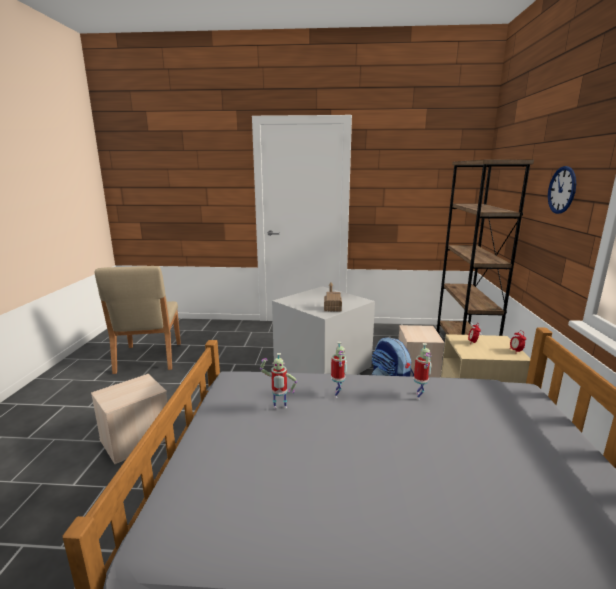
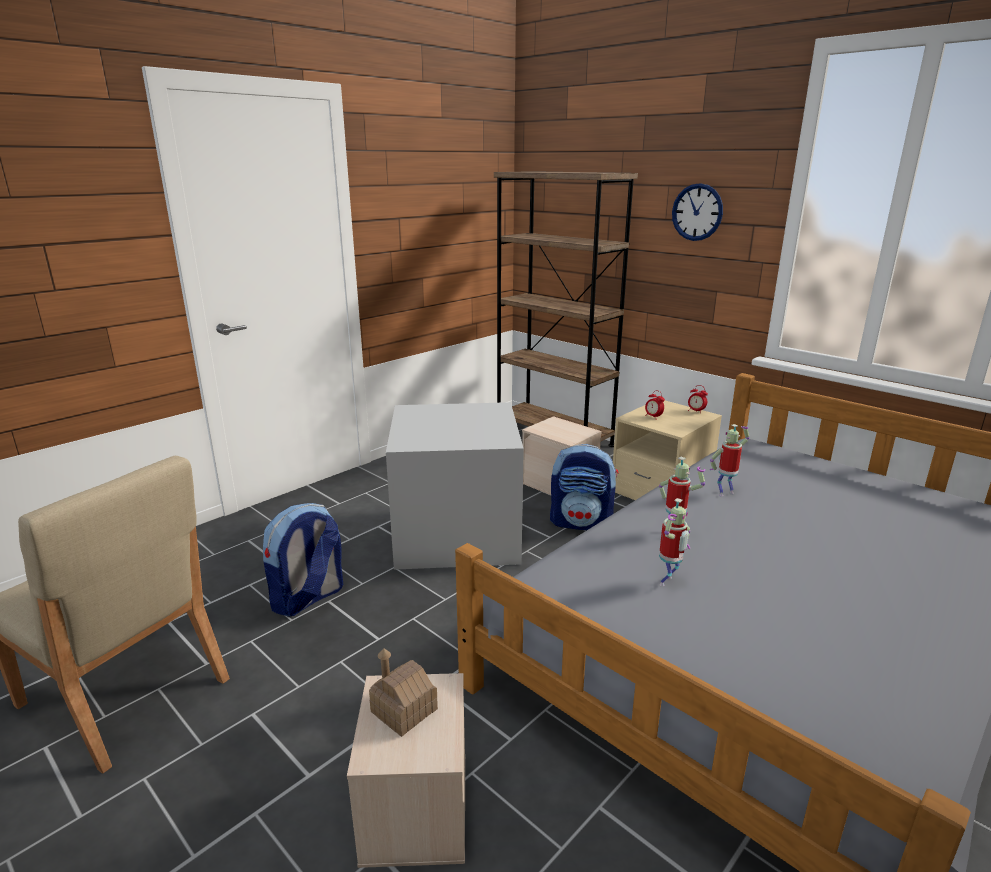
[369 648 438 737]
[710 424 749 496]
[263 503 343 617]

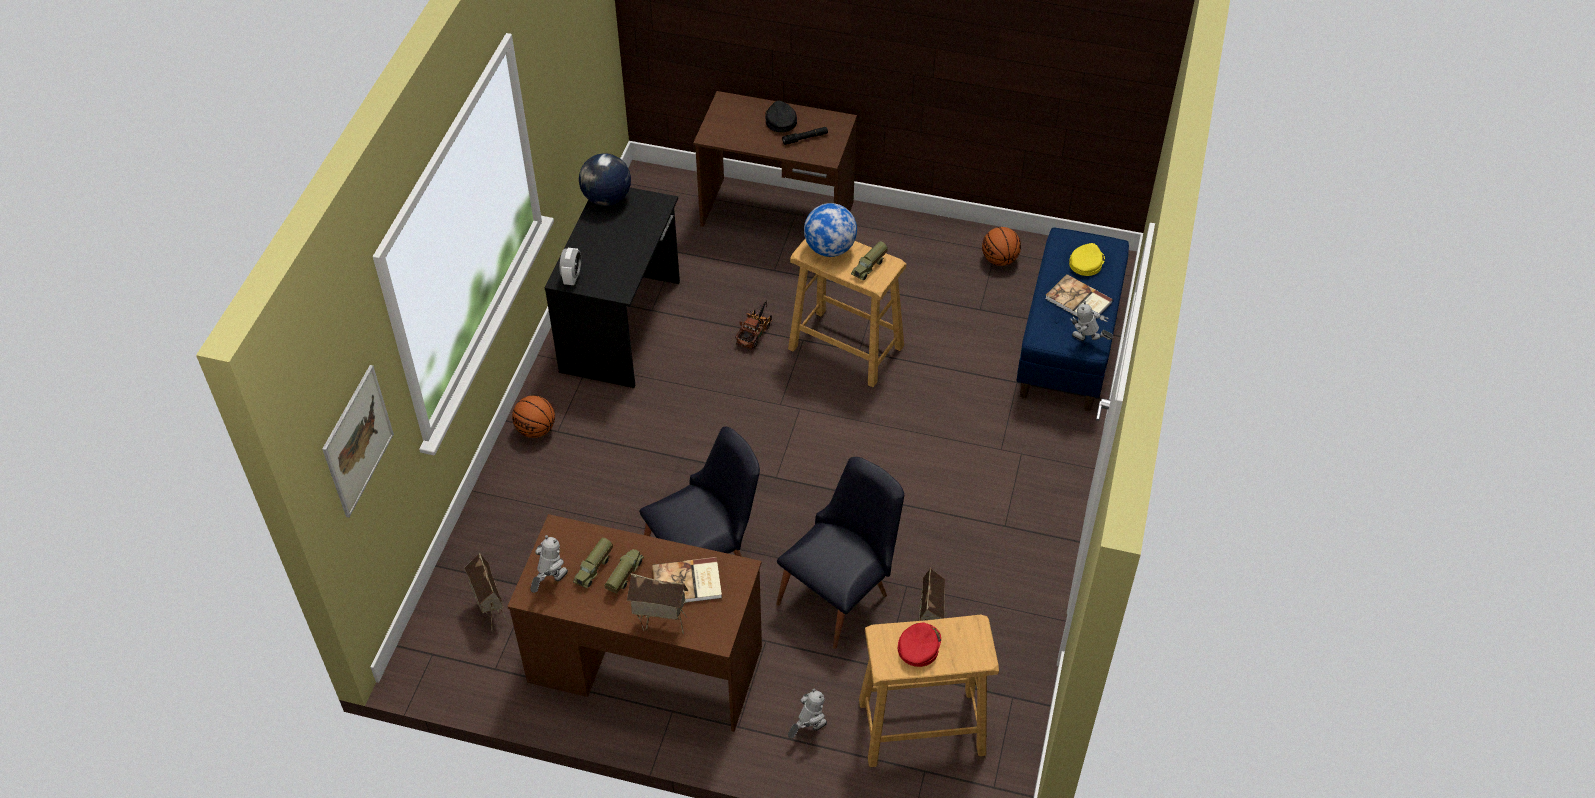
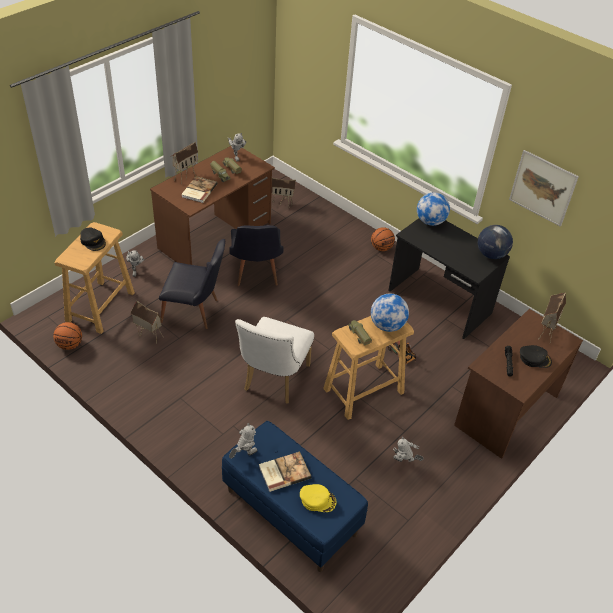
[509 150 579 227]
[417 192 450 226]
[159 239 225 329]
[80 228 106 251]
[53 322 82 350]
[300 484 337 512]
[235 317 314 404]
[393 437 424 462]
[538 292 566 342]

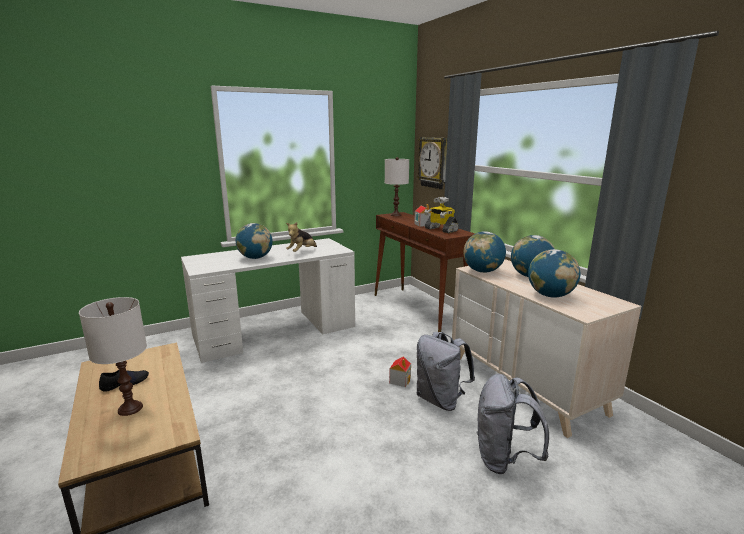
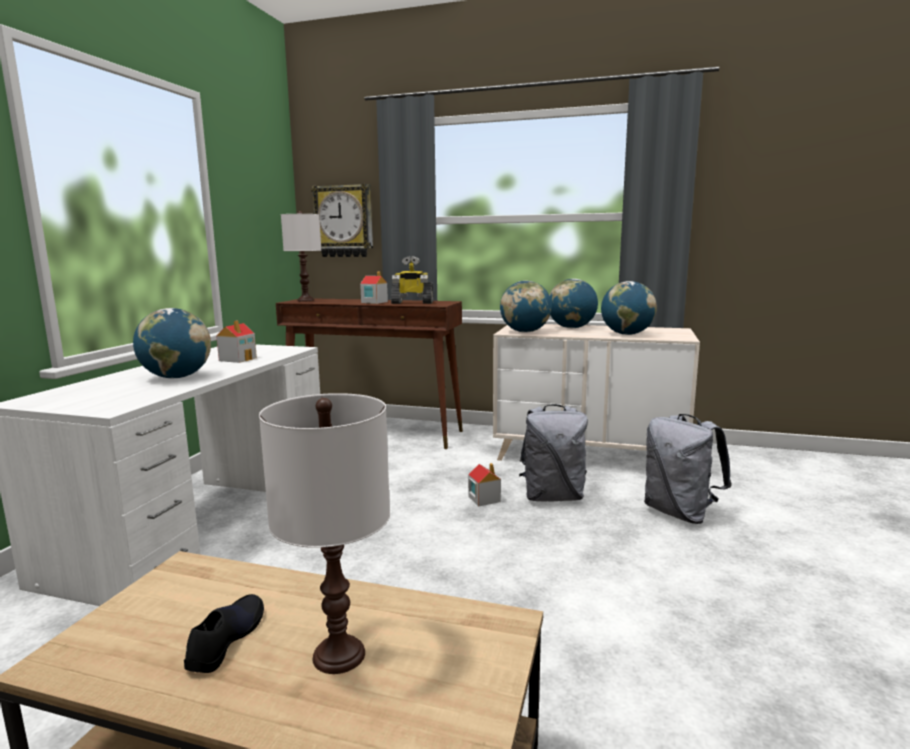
[216 320 257 363]

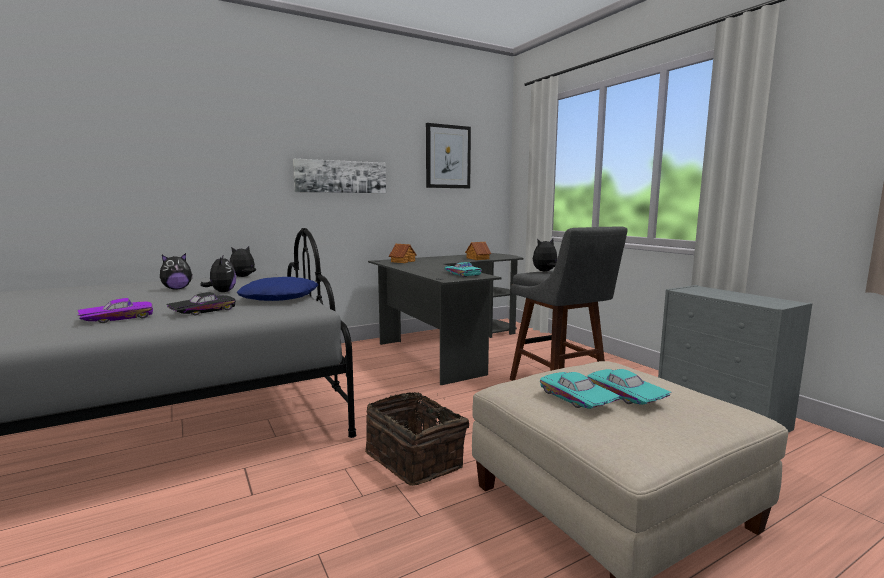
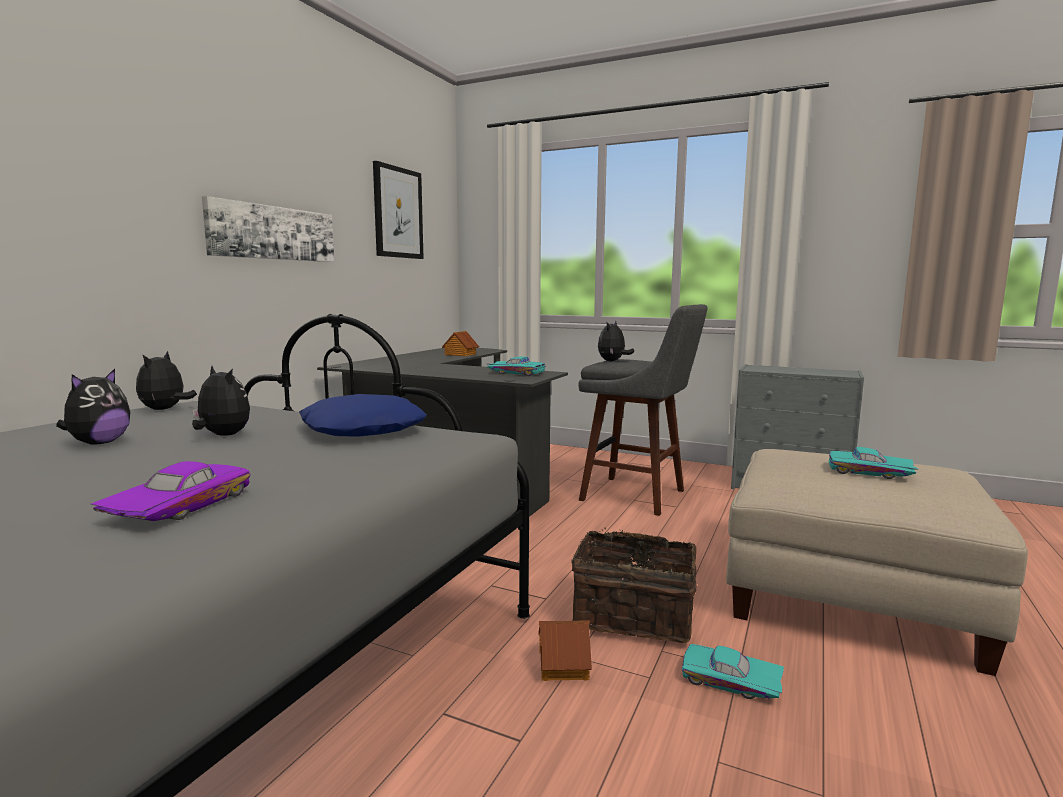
[166 292 236 315] (first image)
[539 621 592 681]
[682 644 784 699]

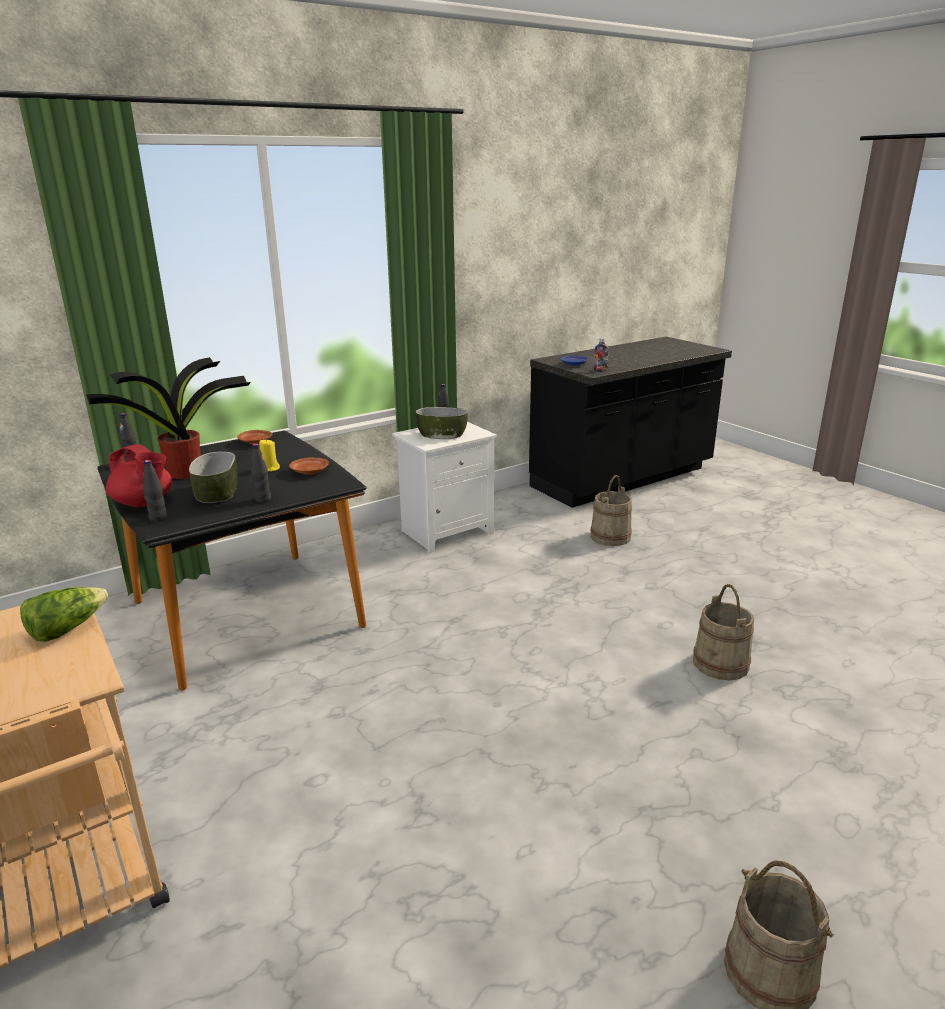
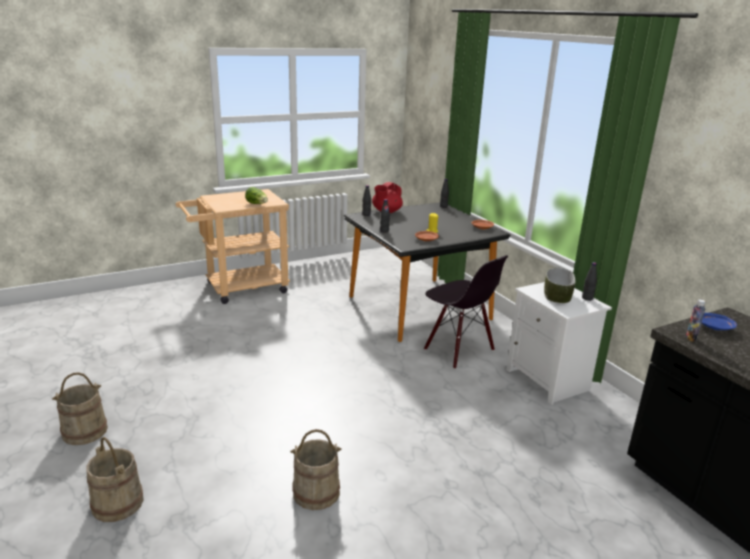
[86 357 251 479] (first image)
[189 451 238 503] (first image)
[86 437 144 522]
[424 255 508 369]

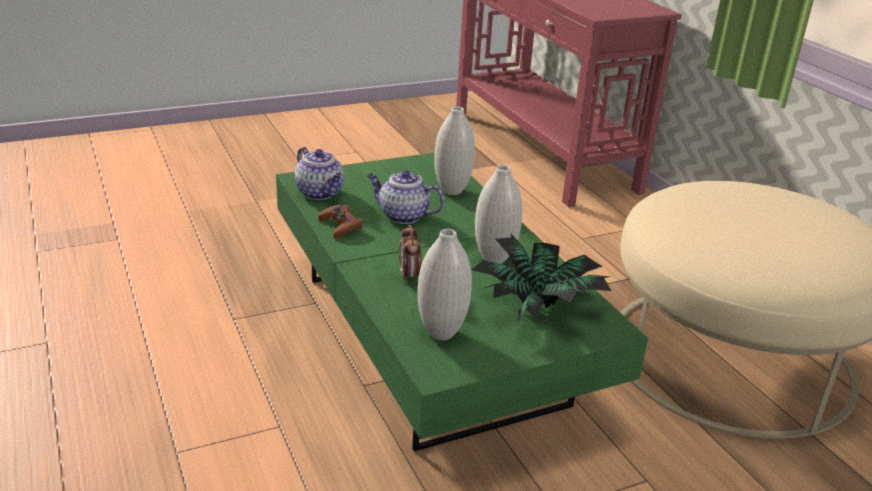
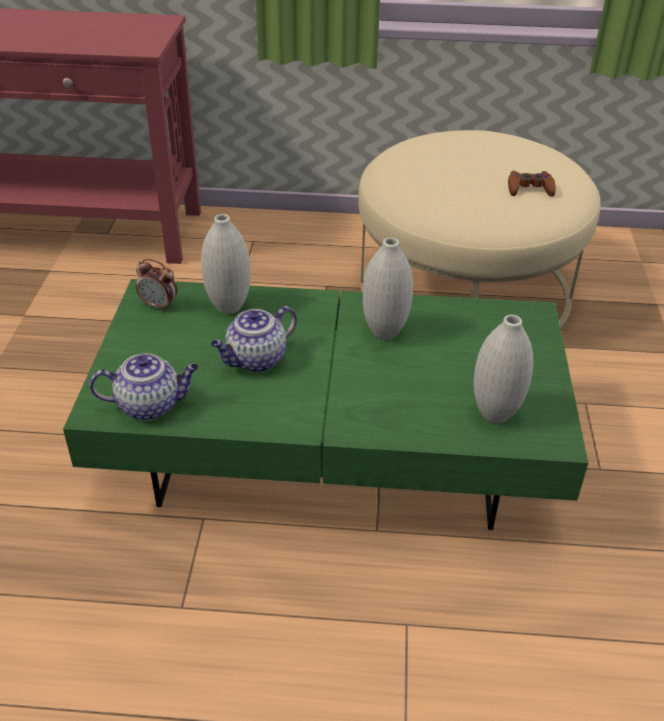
[508 171 556 197]
[136 259 178 311]
[471 234 611 325] (first image)

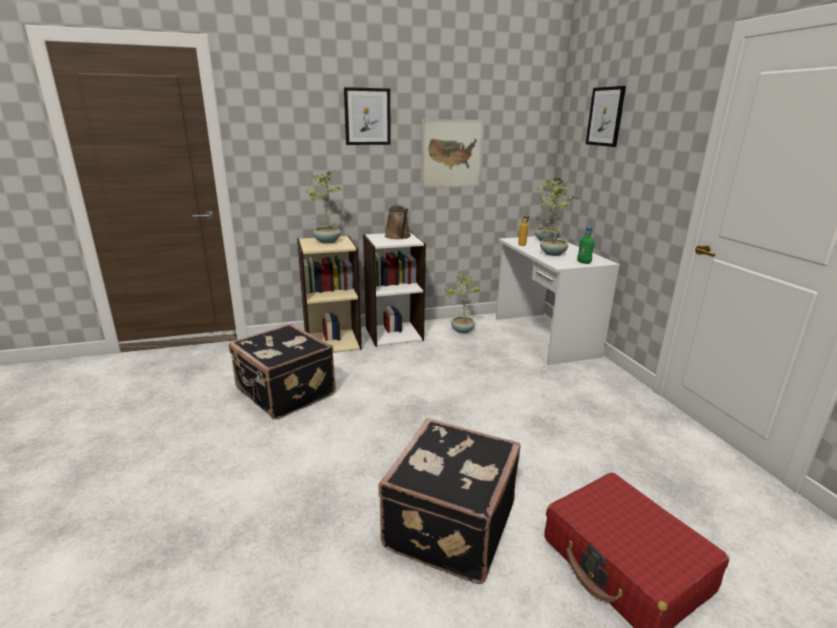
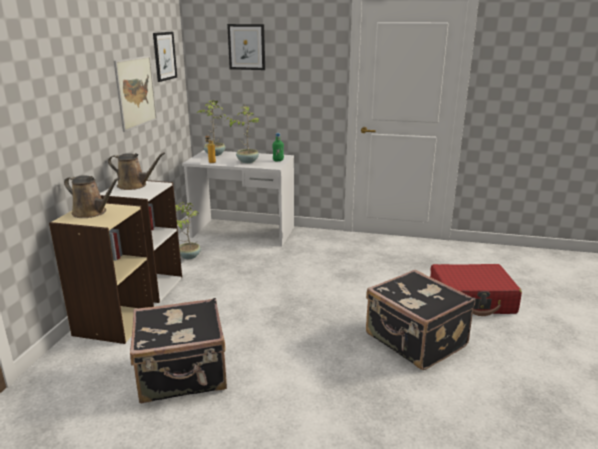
[64 175 120 218]
[153 32 177 82]

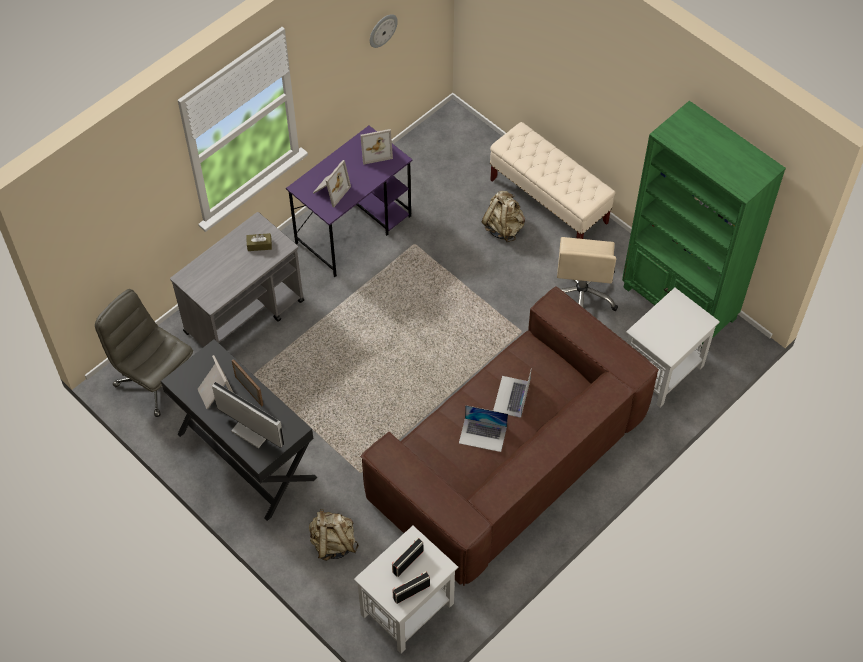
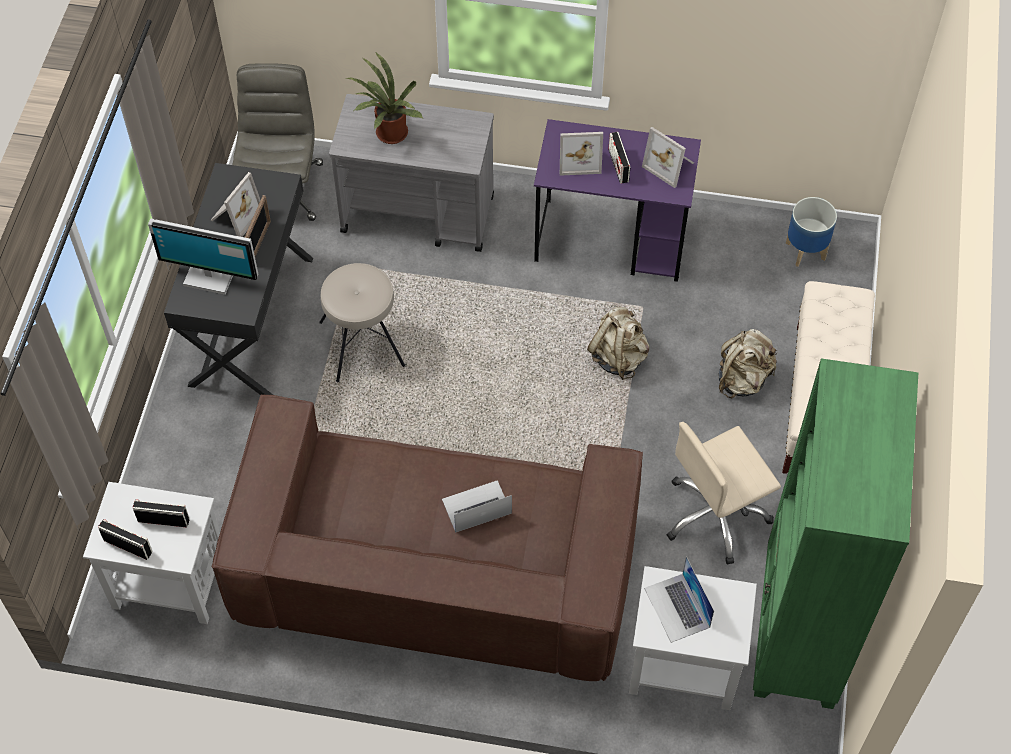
[148 219 259 295]
[246 233 272 251] (first image)
[587 307 650 380]
[370 14 398 48] (first image)
[644 556 714 643]
[319 263 405 383]
[347 52 423 144]
[608 132 631 184]
[786 197 837 267]

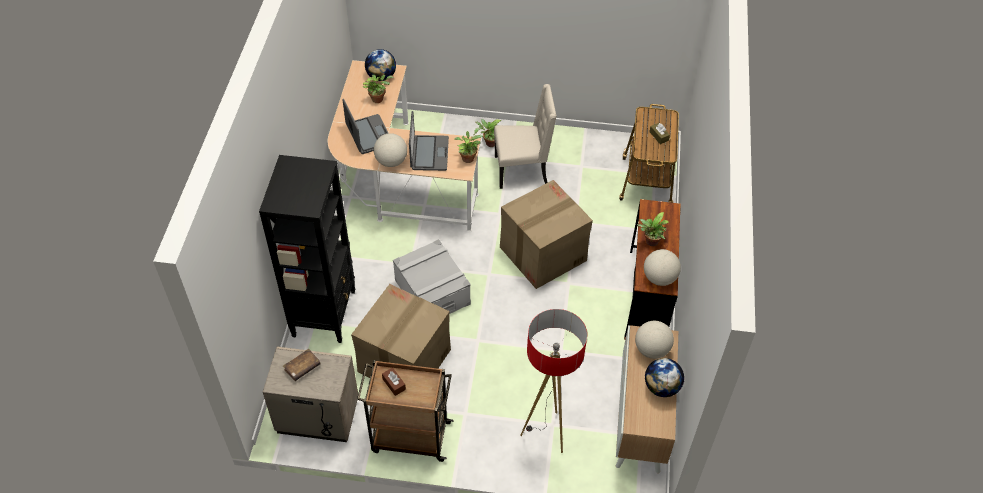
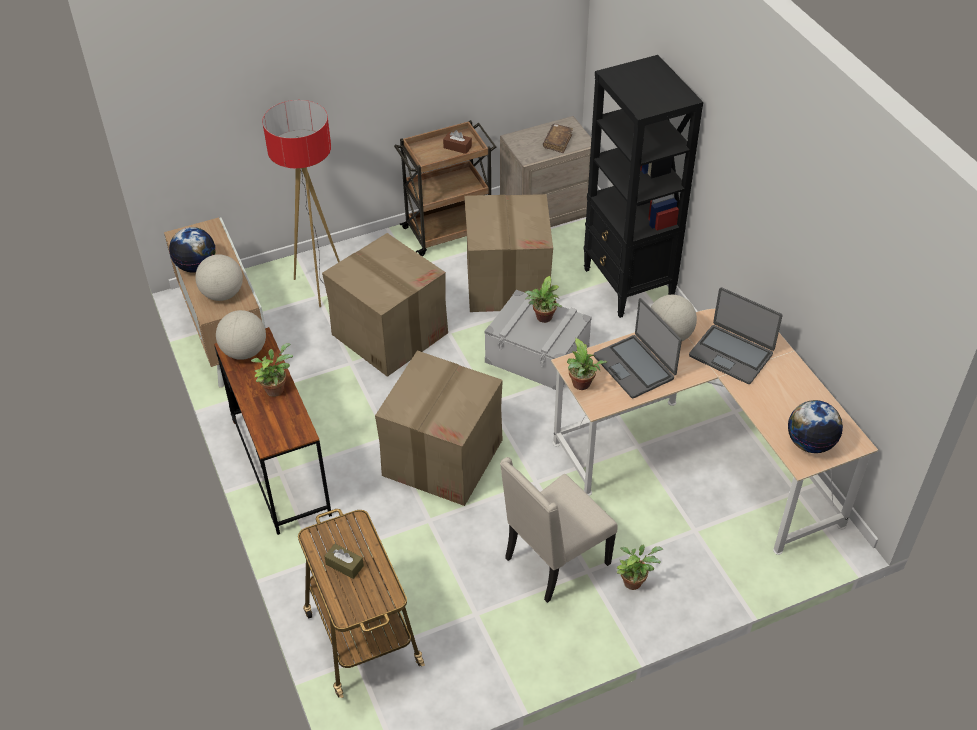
[524 276 562 323]
[322 233 448 377]

